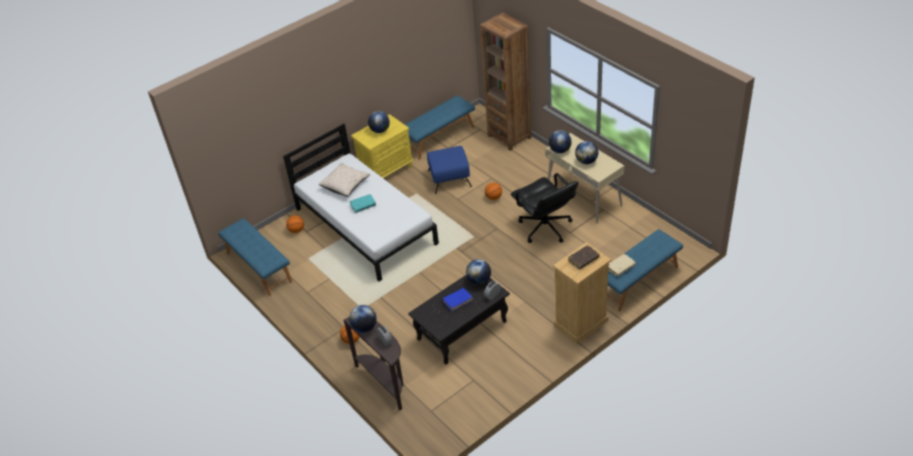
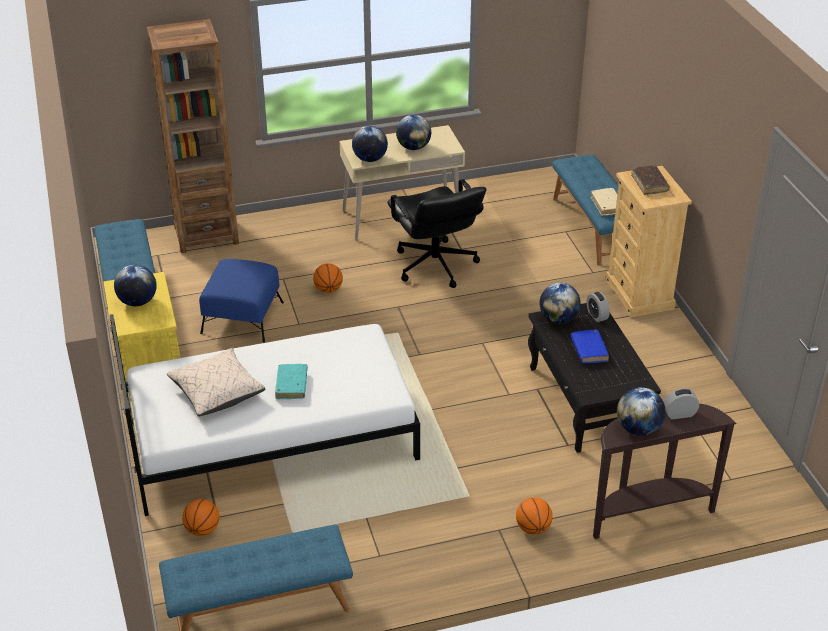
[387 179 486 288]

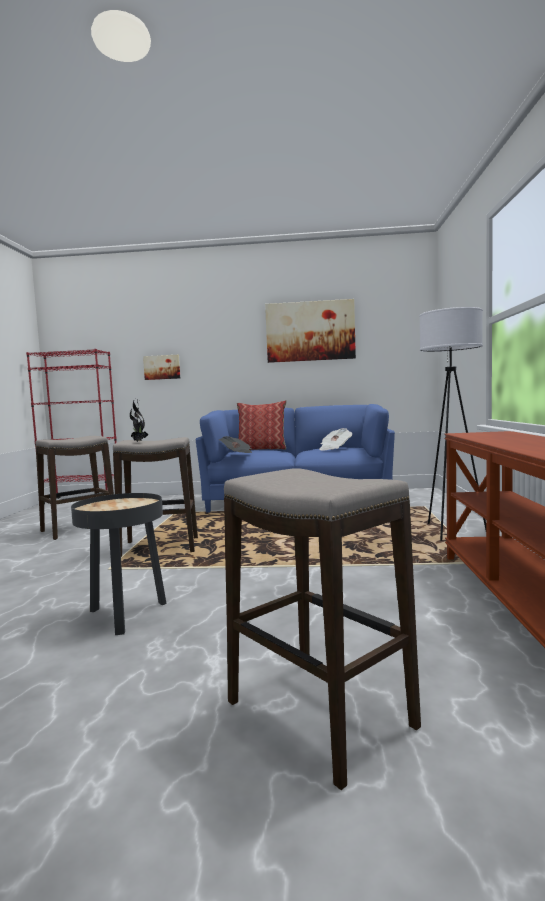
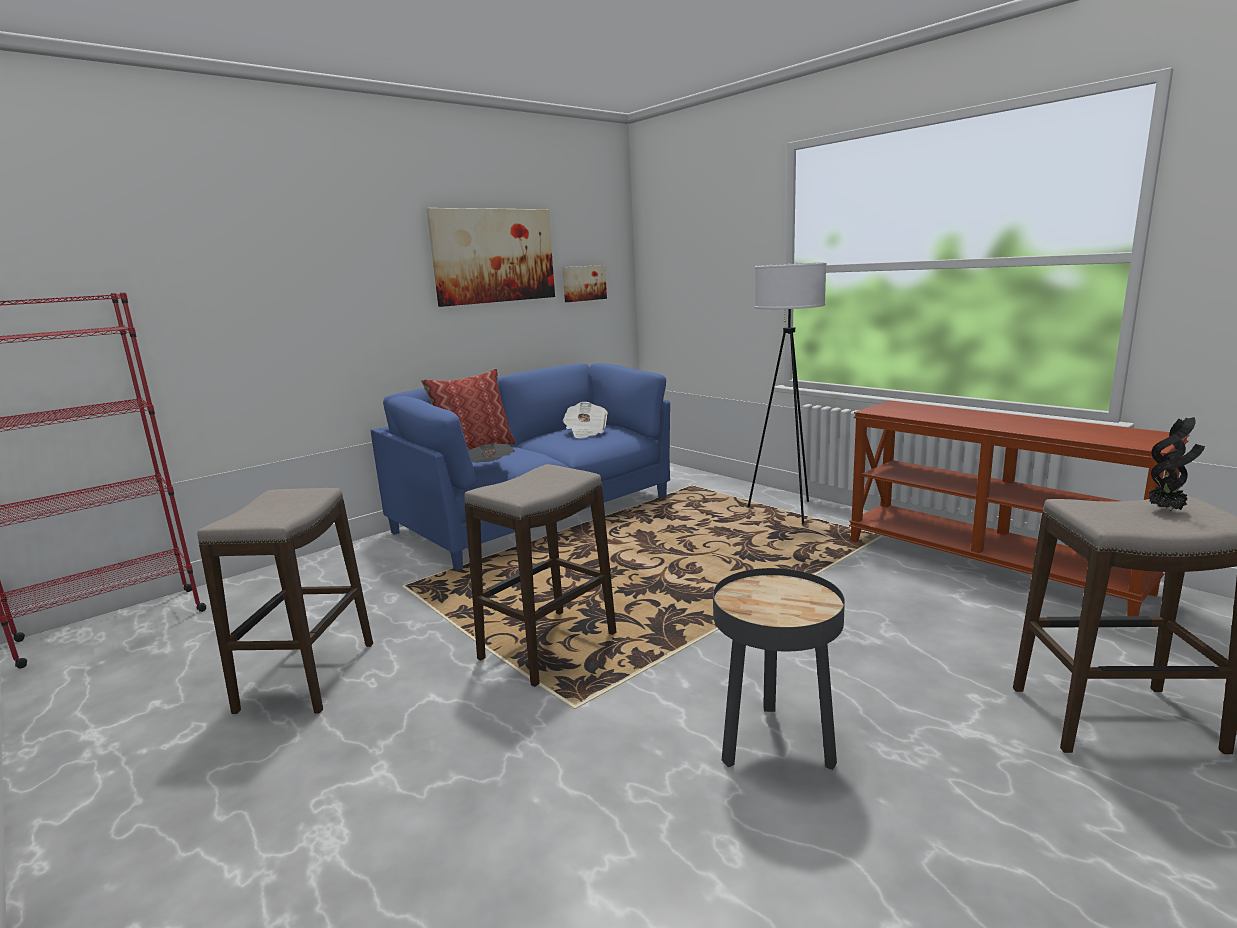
[1149 417 1205 511]
[562 265 607 302]

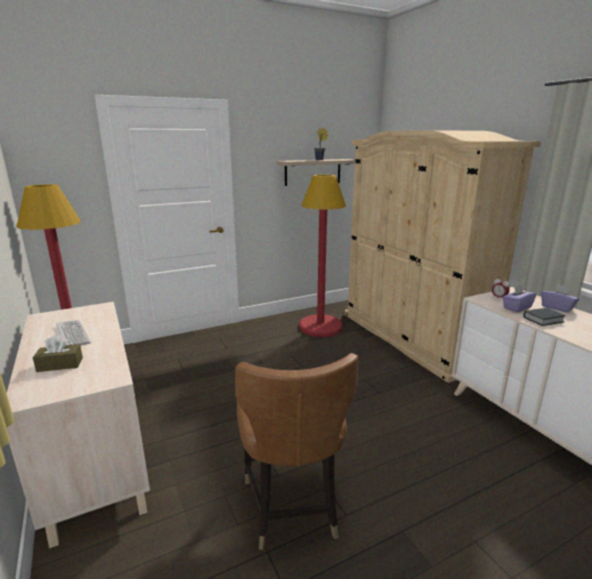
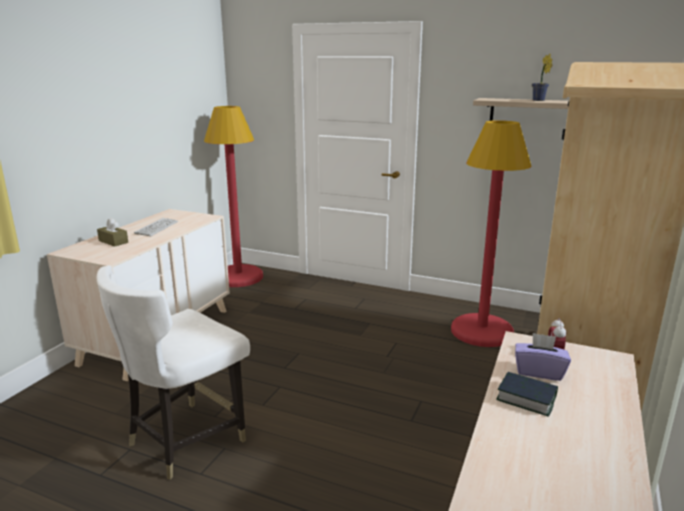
[97 265 250 480]
[541 284 579 313] (first image)

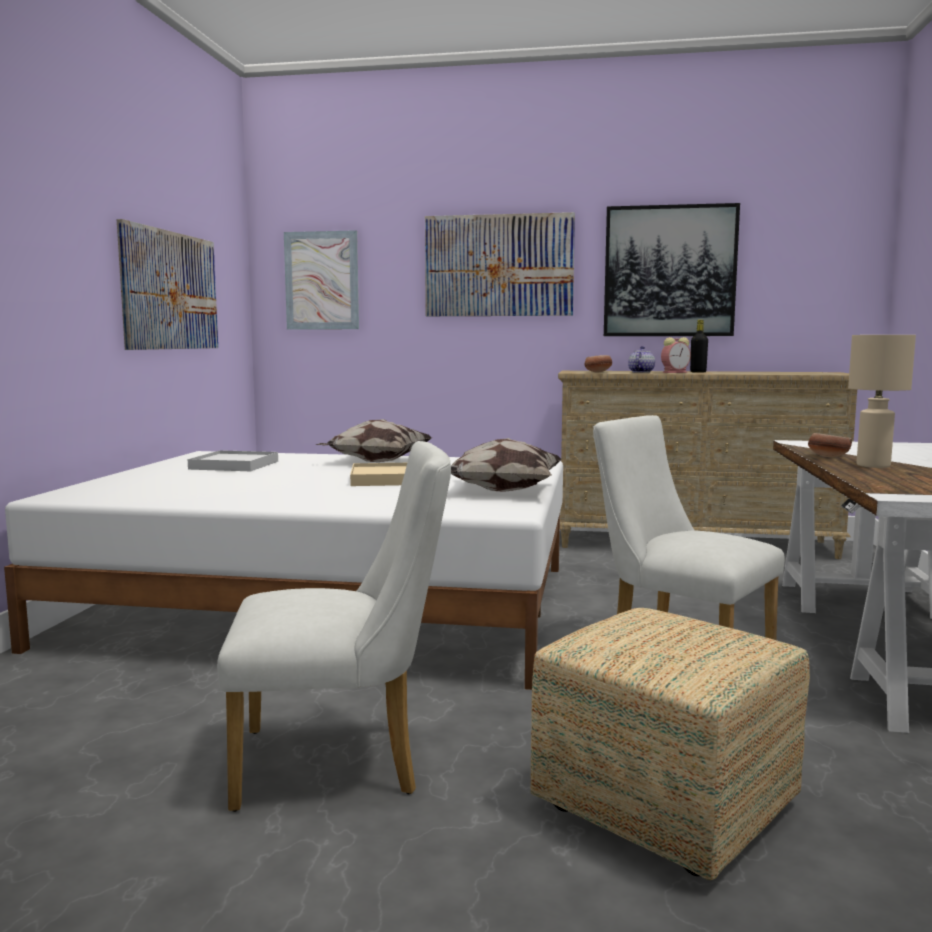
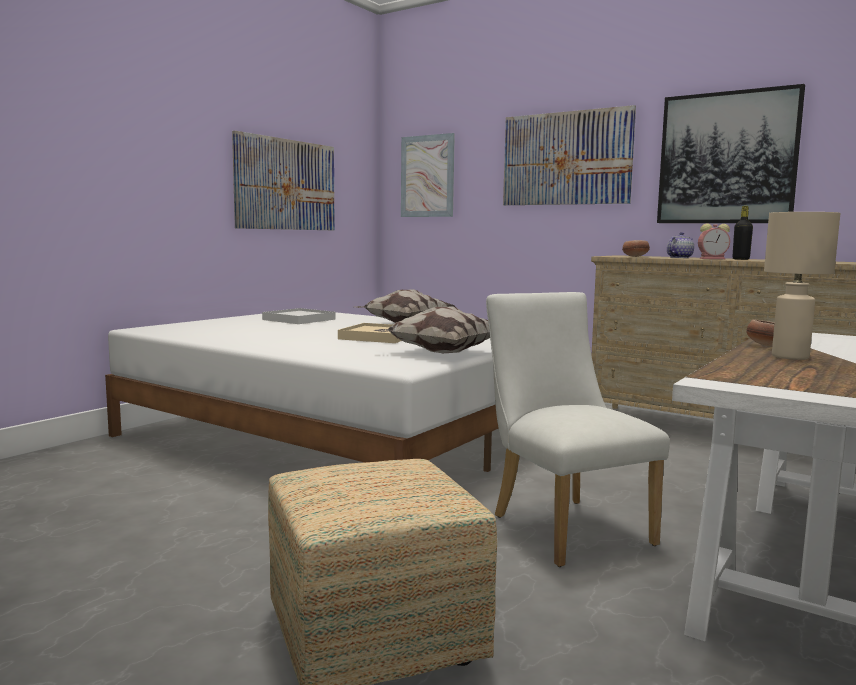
[217 441 451 812] (first image)

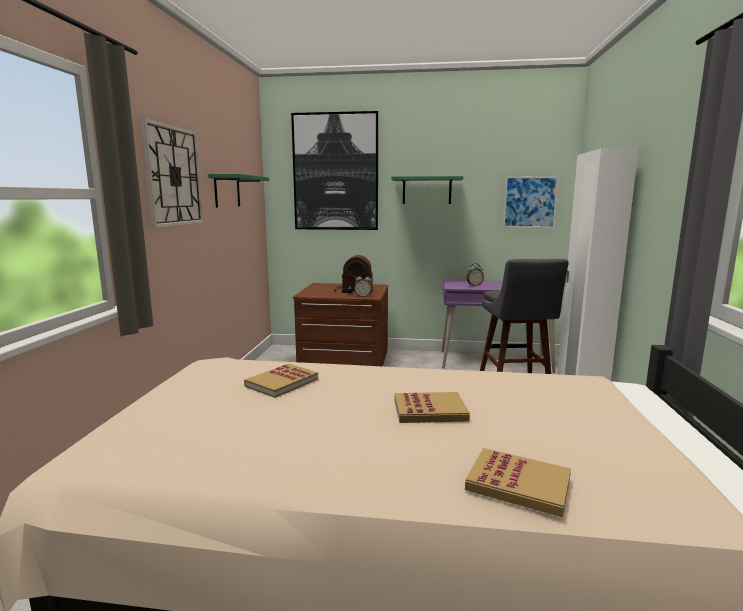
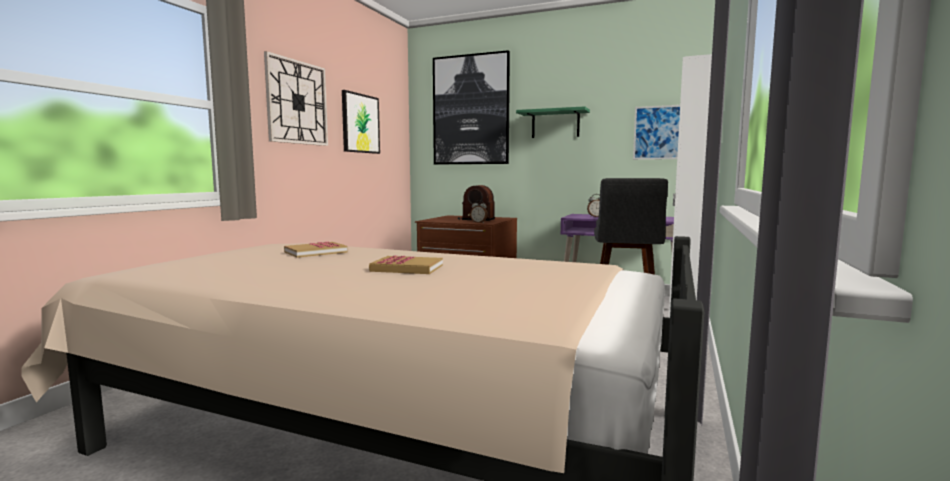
[342 90 380 154]
[465 448 571 517] (first image)

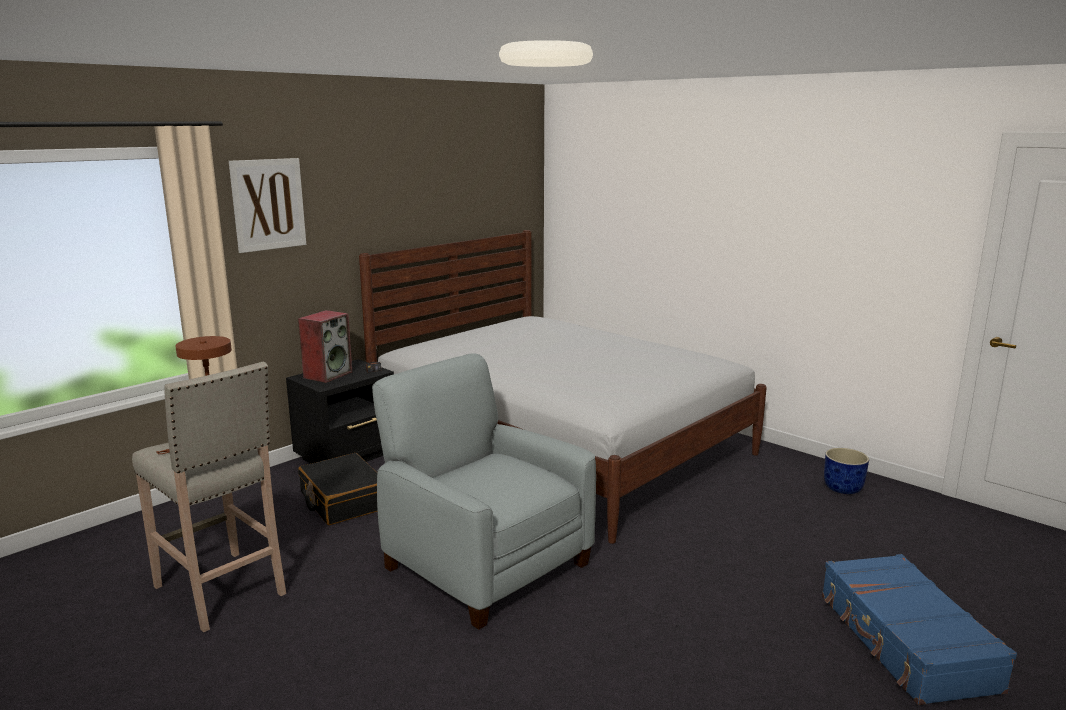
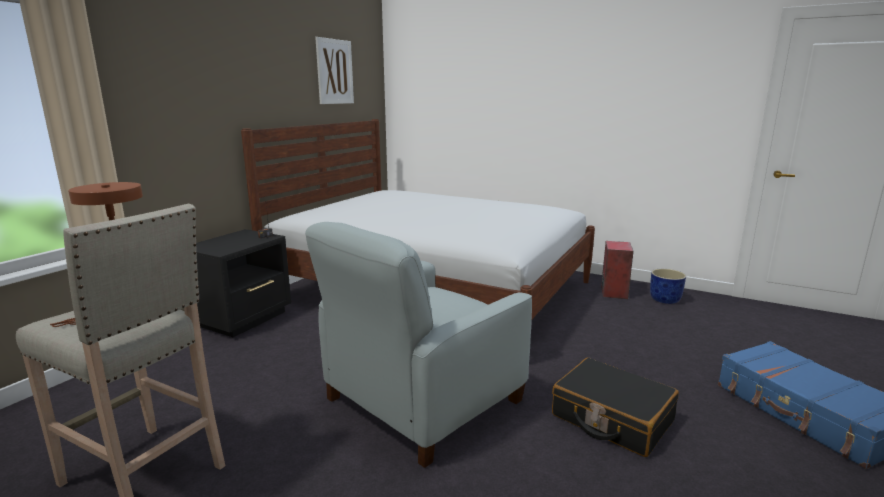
[315 37 354 104]
[601 241 634 299]
[552 358 679 457]
[305 222 532 468]

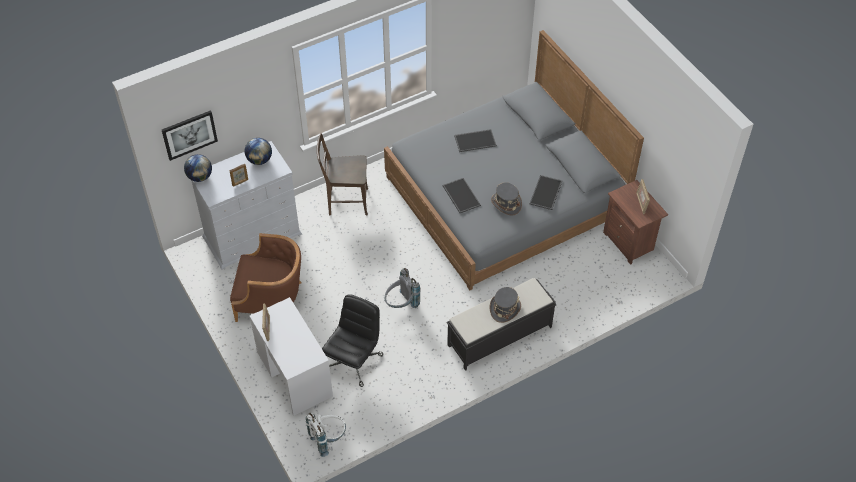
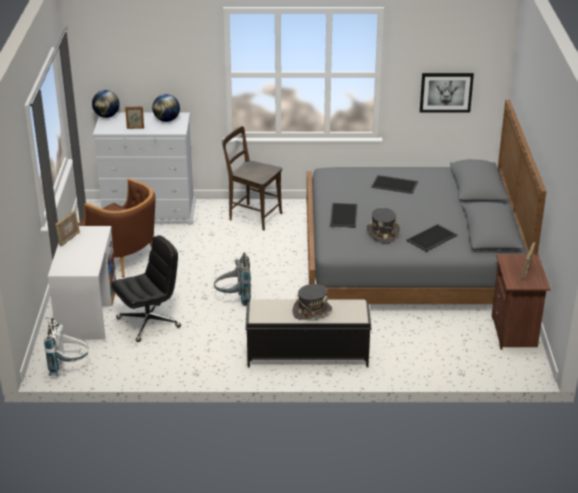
[420 73 474 112]

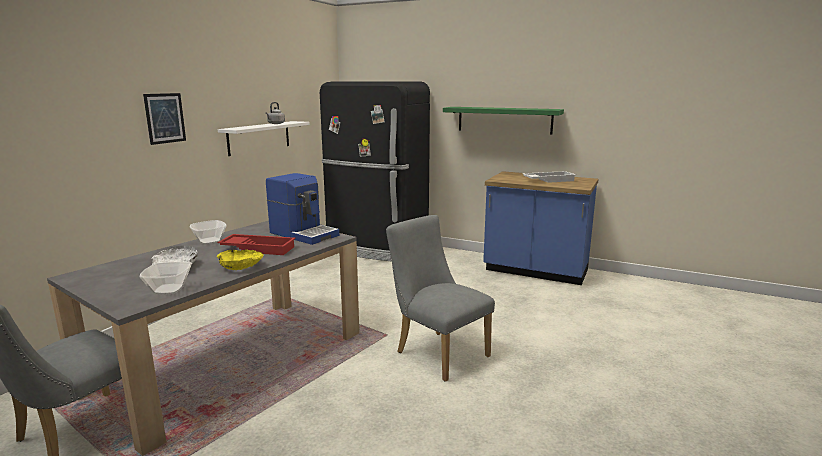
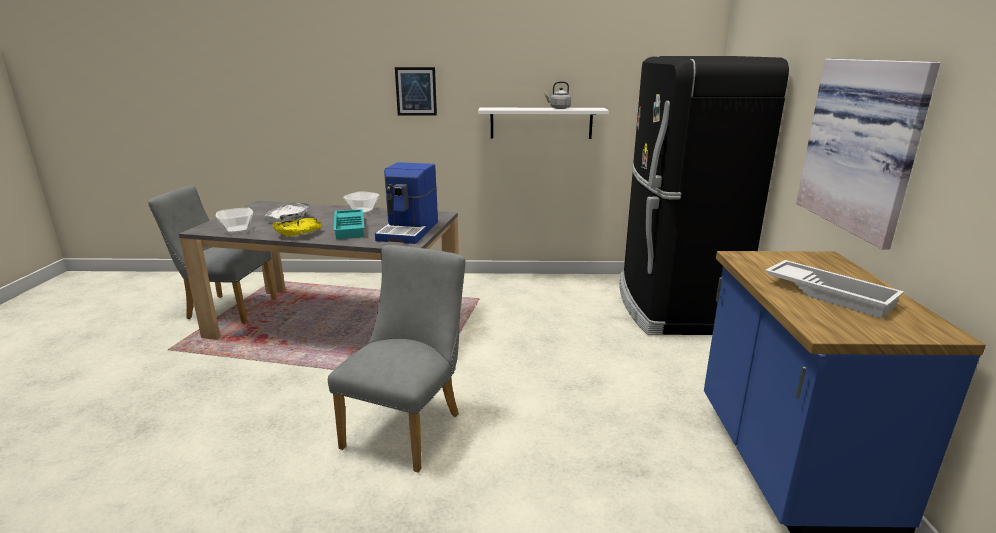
[333 209 365 239]
[796 59 940 250]

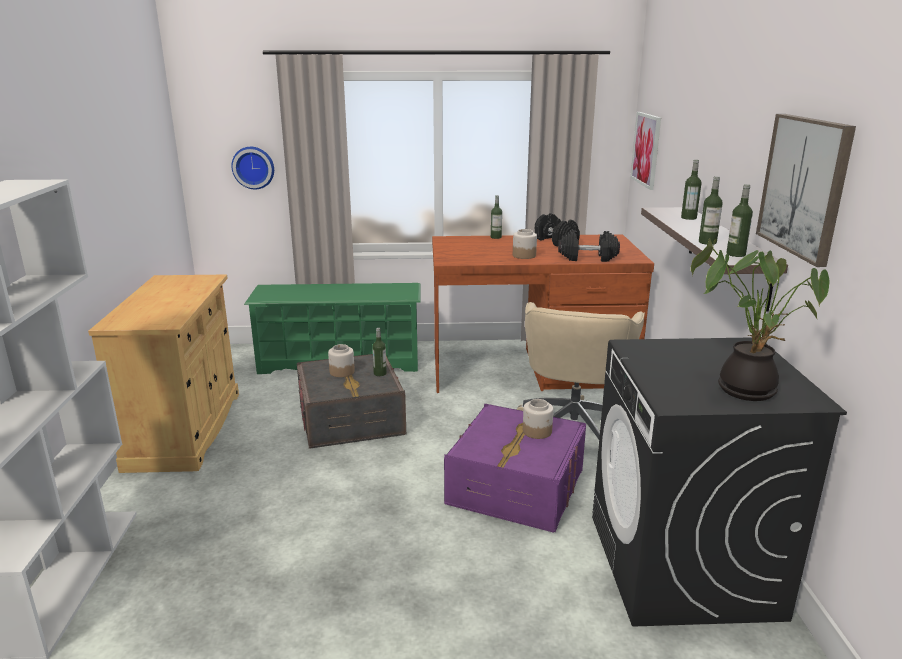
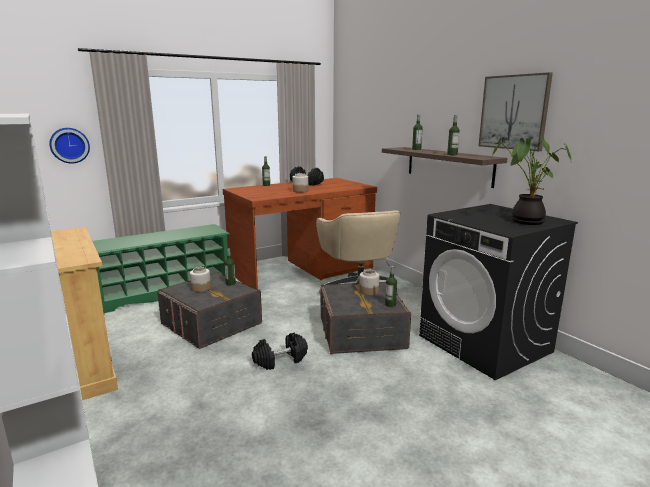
[321 282 411 354]
[252 332 308 370]
[631 112 661 190] (first image)
[385 266 397 307]

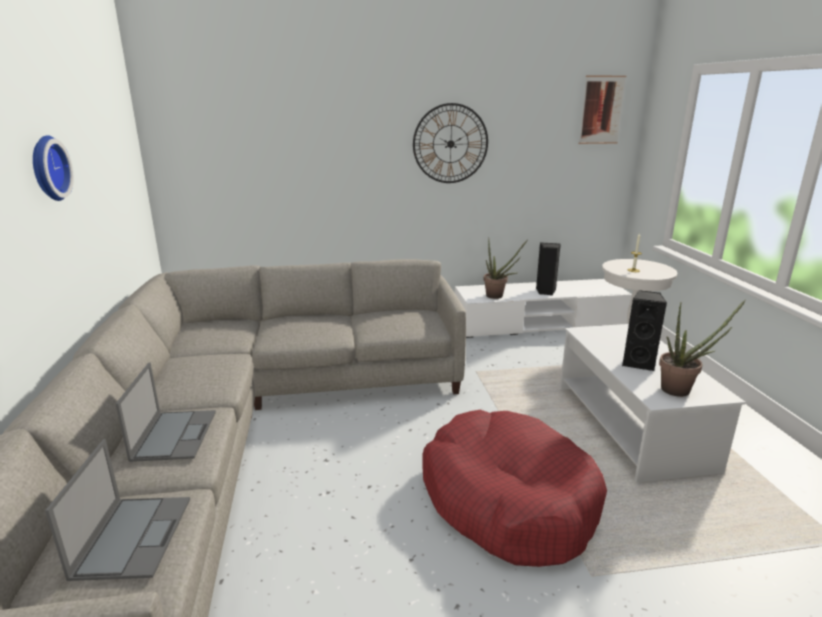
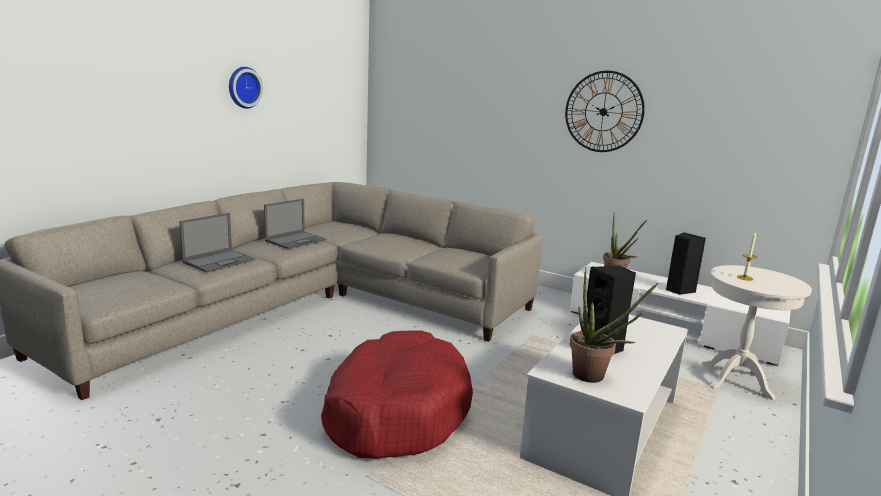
[264 199 326 249]
[578 75 626 144] (first image)

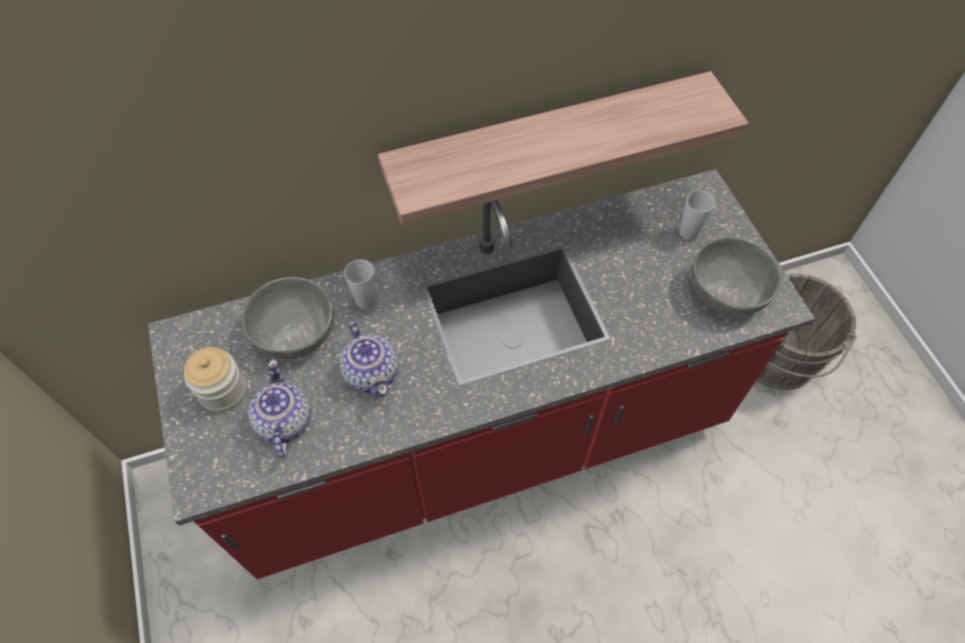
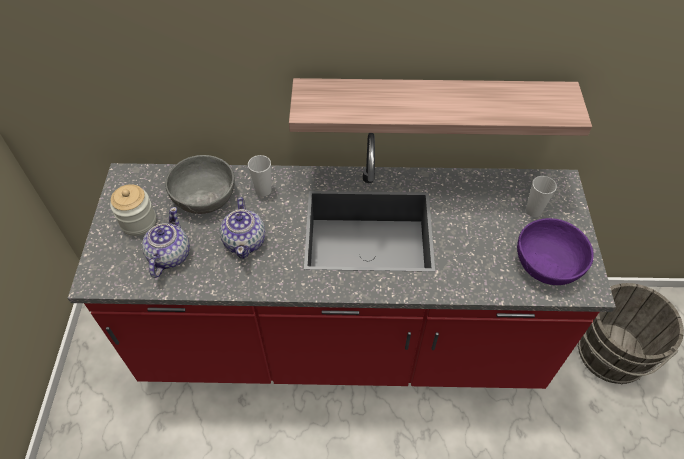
[517 218 594 285]

